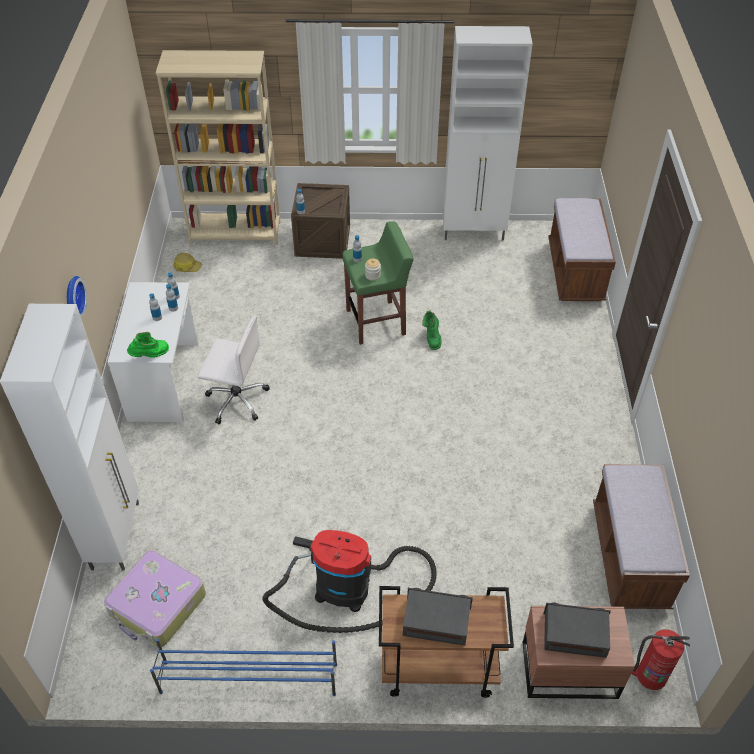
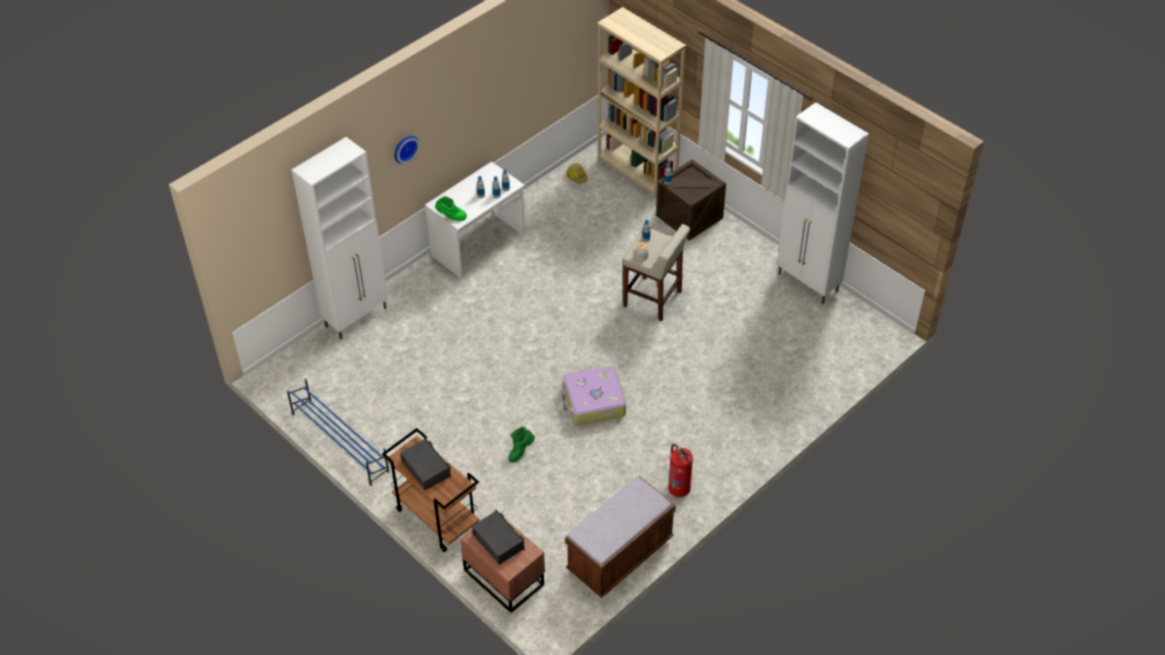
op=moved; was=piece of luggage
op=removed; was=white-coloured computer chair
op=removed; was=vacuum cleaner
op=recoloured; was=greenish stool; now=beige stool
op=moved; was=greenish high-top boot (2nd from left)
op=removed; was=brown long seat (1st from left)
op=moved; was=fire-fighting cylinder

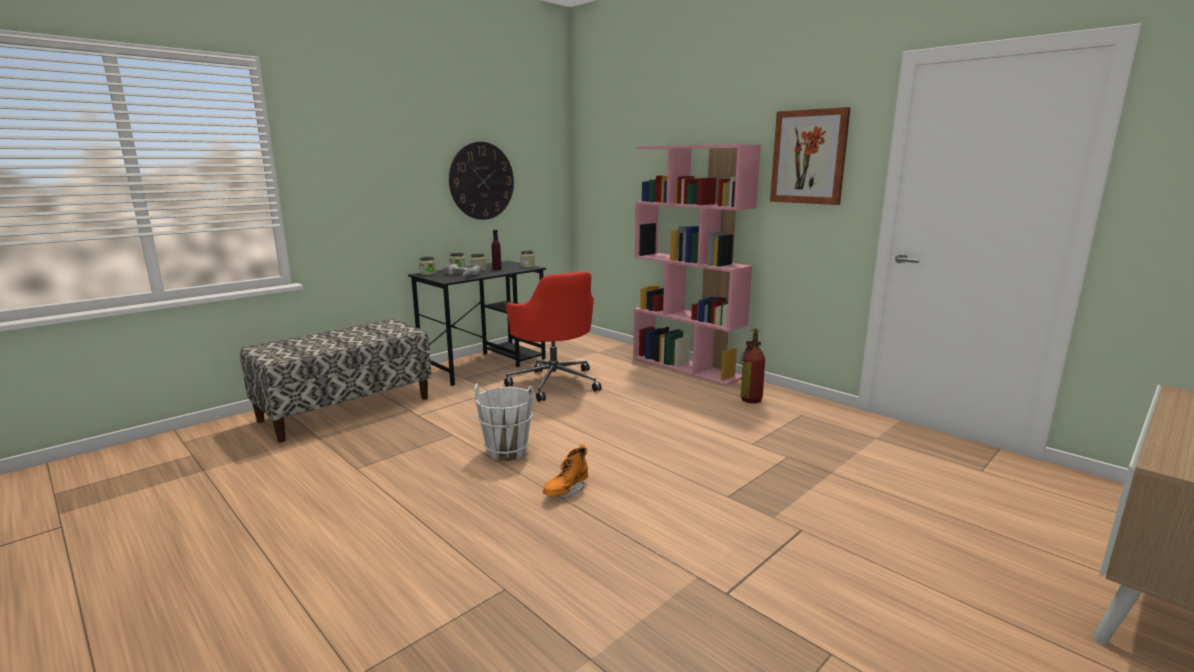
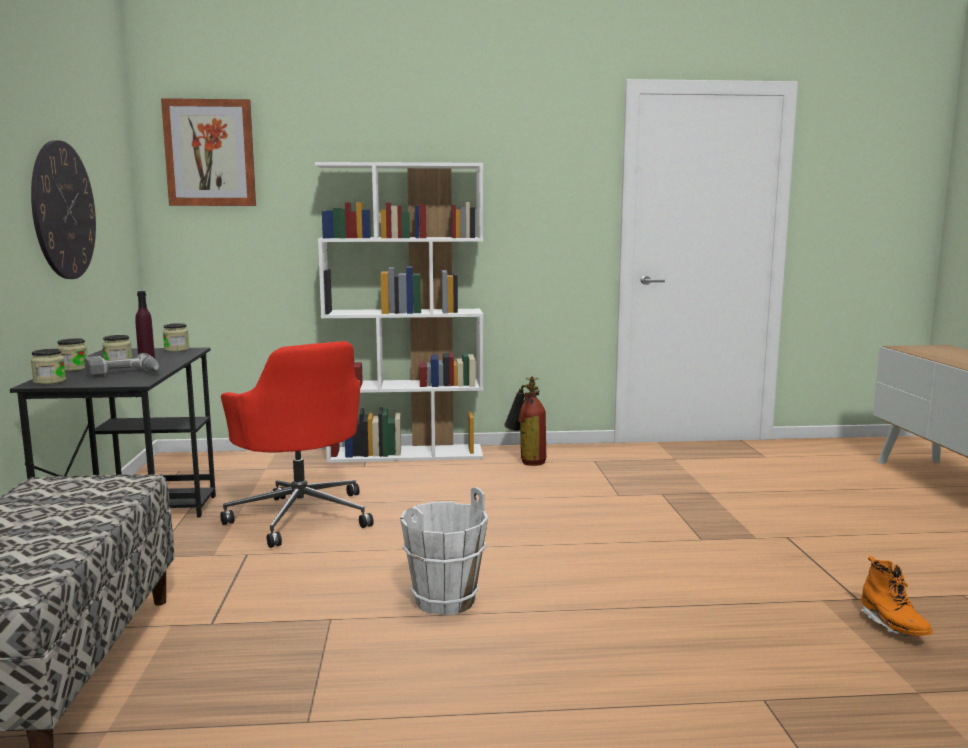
op=turned; was=red computer chair; clockwise=45
op=moved; was=orange-coloured high-top boot
op=recoloured; was=pink shelving unit; now=white-coloured shelving unit
op=moved; was=picture

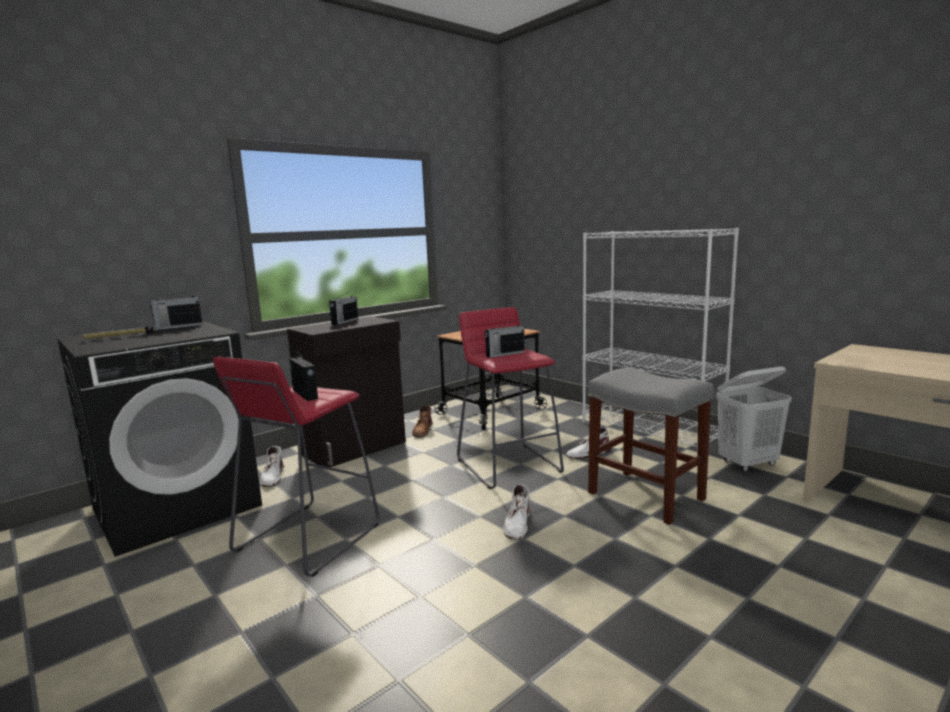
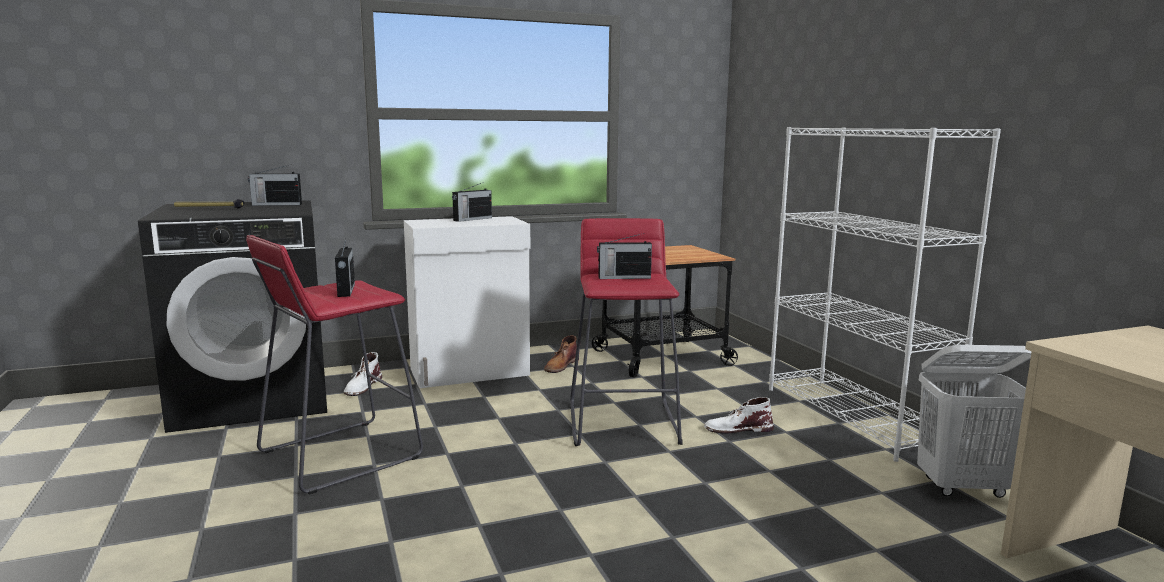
op=recoloured; was=black-coloured cabinet; now=white-coloured cabinet
op=removed; was=white-coloured high-top boot (2nd from left)
op=removed; was=greyish stool

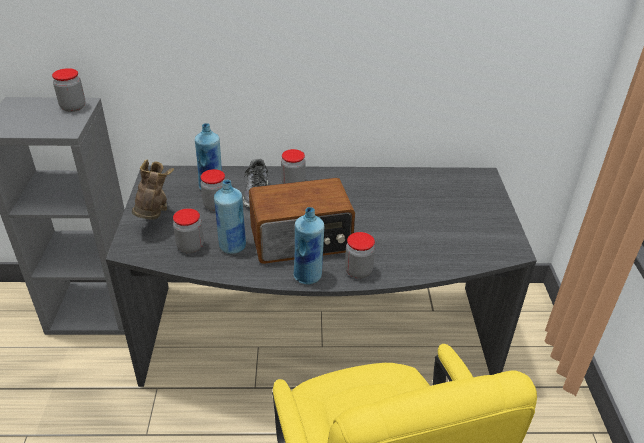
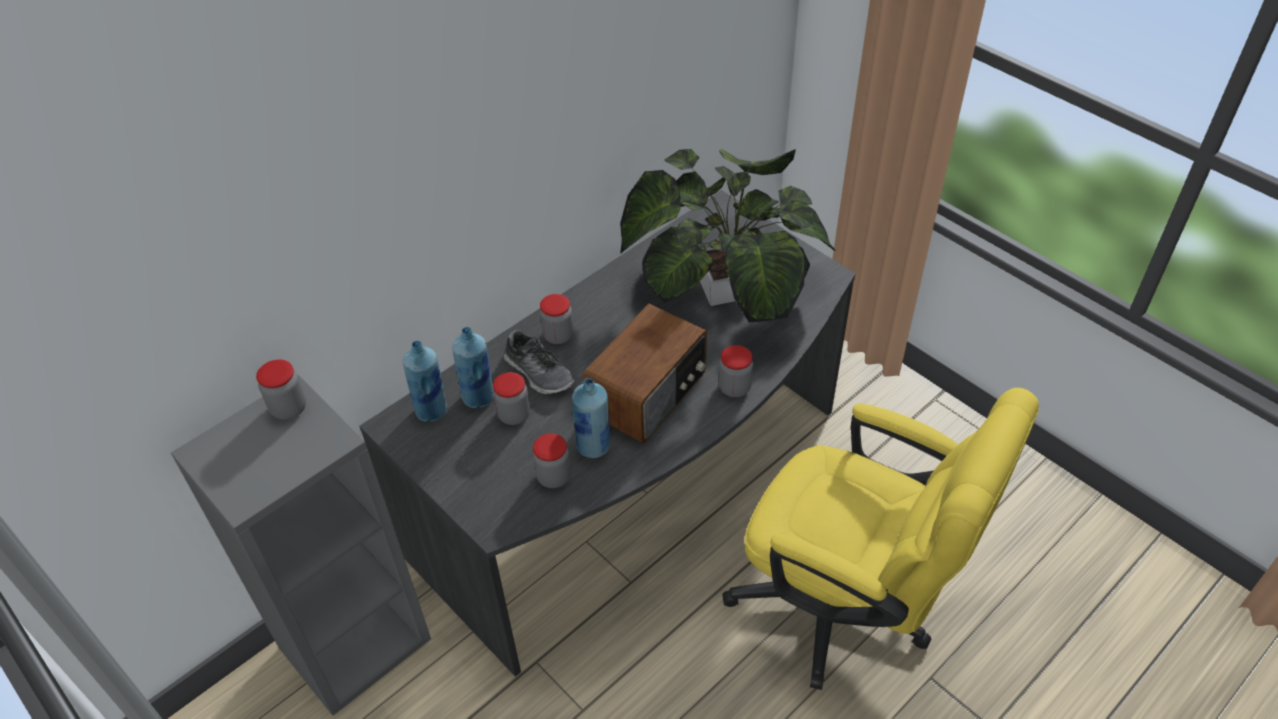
op=removed; was=brown high-top boot
op=moved; was=blue-coloured beverage bottle (3rd from left in the first image); now=blue-coloured beverage bottle (1st from left)
op=added; now=potted plant

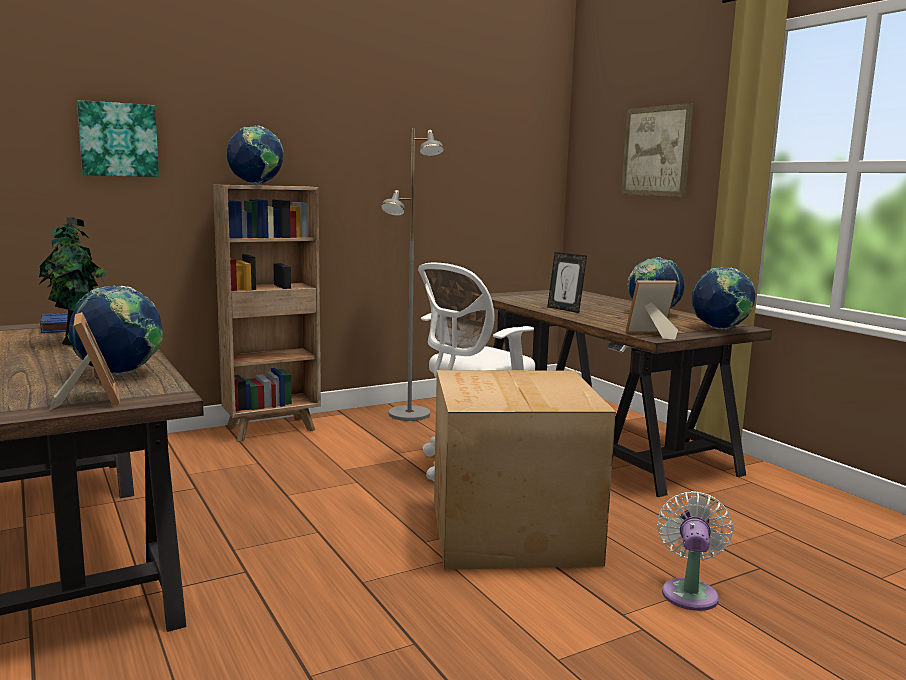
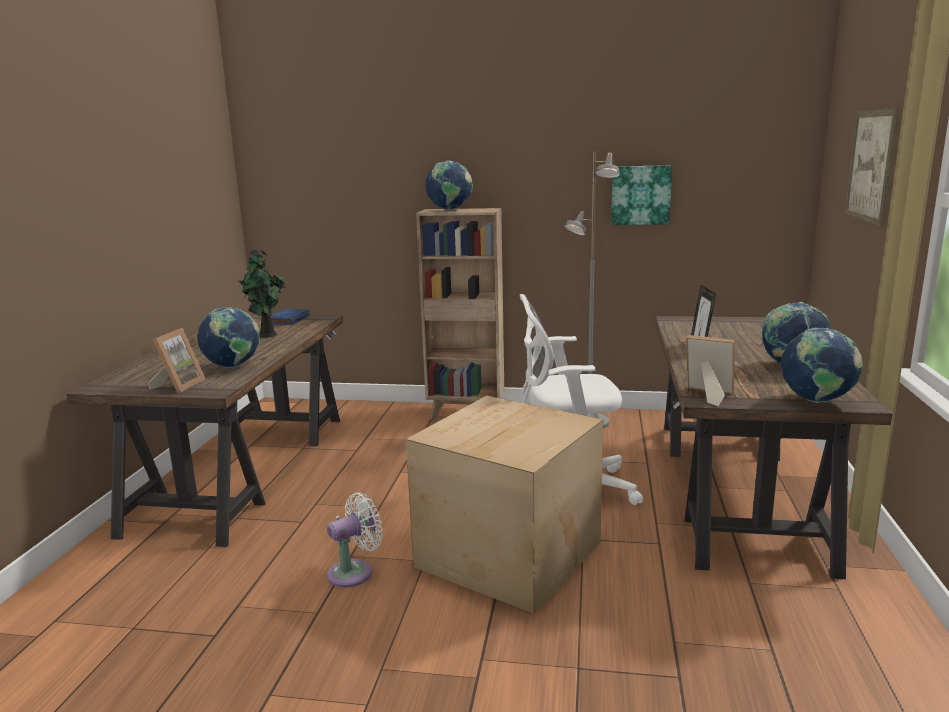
op=moved; was=picture (1st from left)
op=moved; was=white-coloured fan

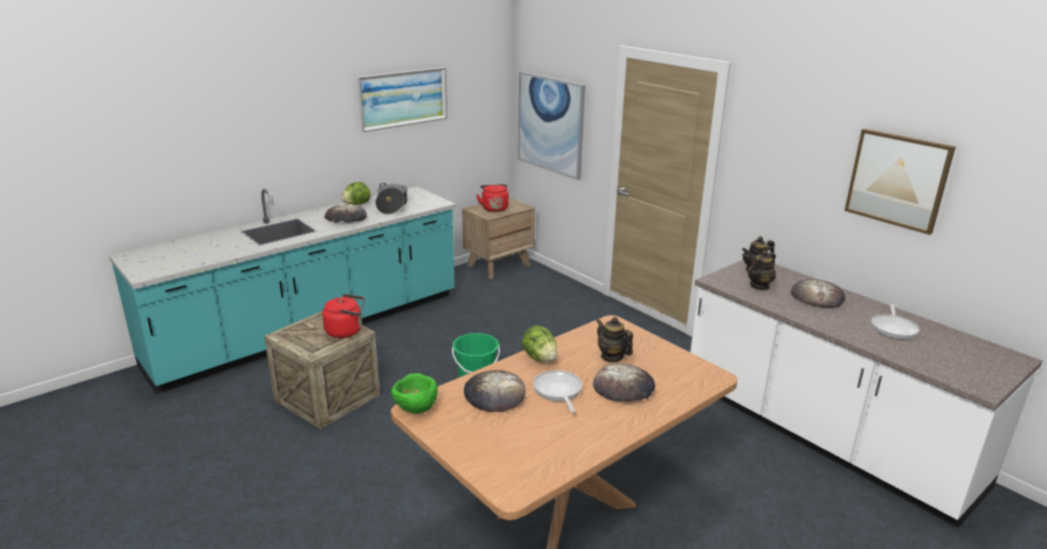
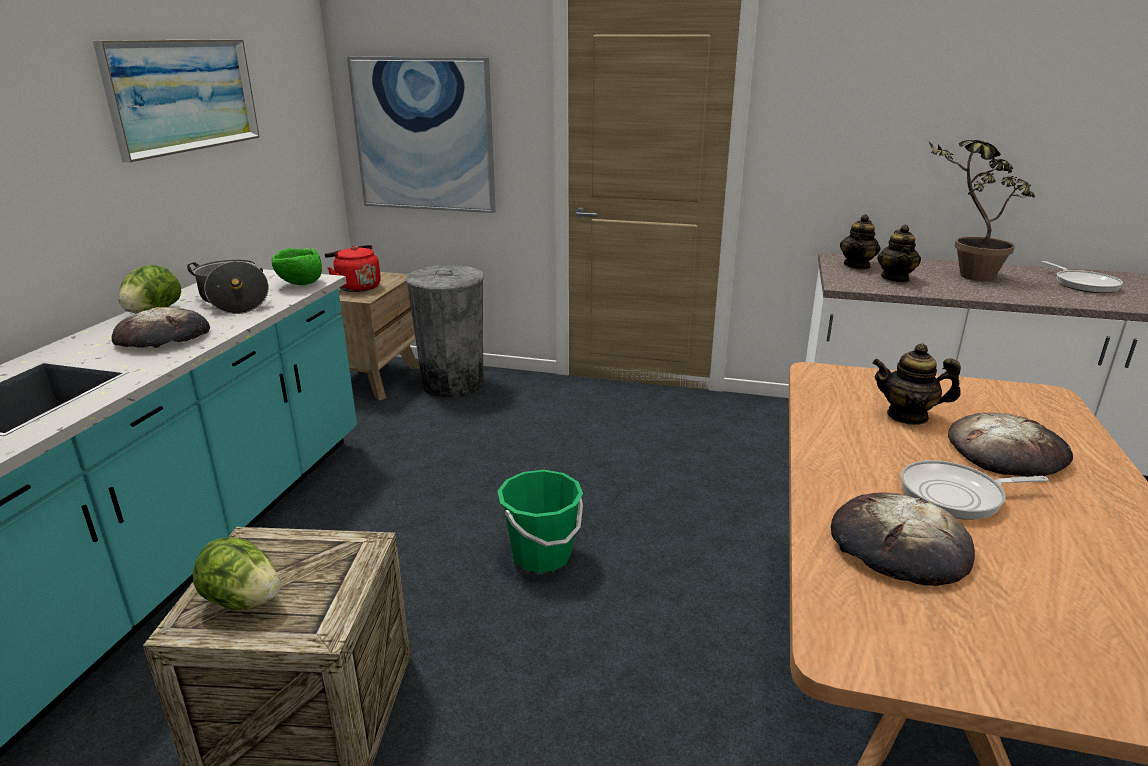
op=removed; was=red water kettle (1st from left)
op=moved; was=greenish deep dish
op=moved; was=head of lettuce (2nd from left)
op=turned; was=pan (1st from left); clockwise=-45
op=replaced; was=bread (4th from left); now=potted plant
op=removed; was=picture (3rd from left)
op=added; now=greyish trash can

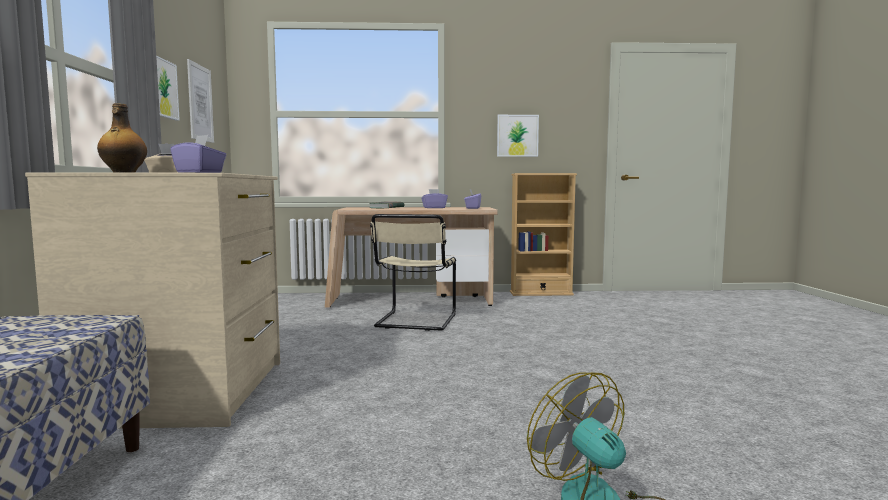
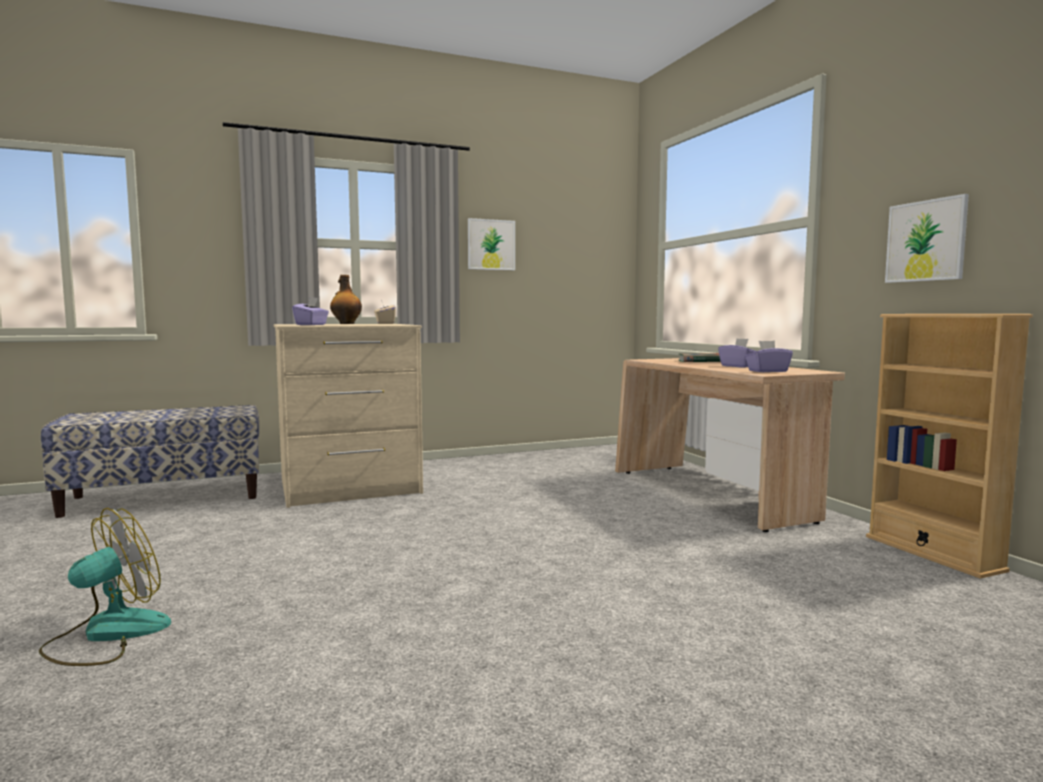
op=removed; was=picture (2nd from left)
op=removed; was=beige upright chair

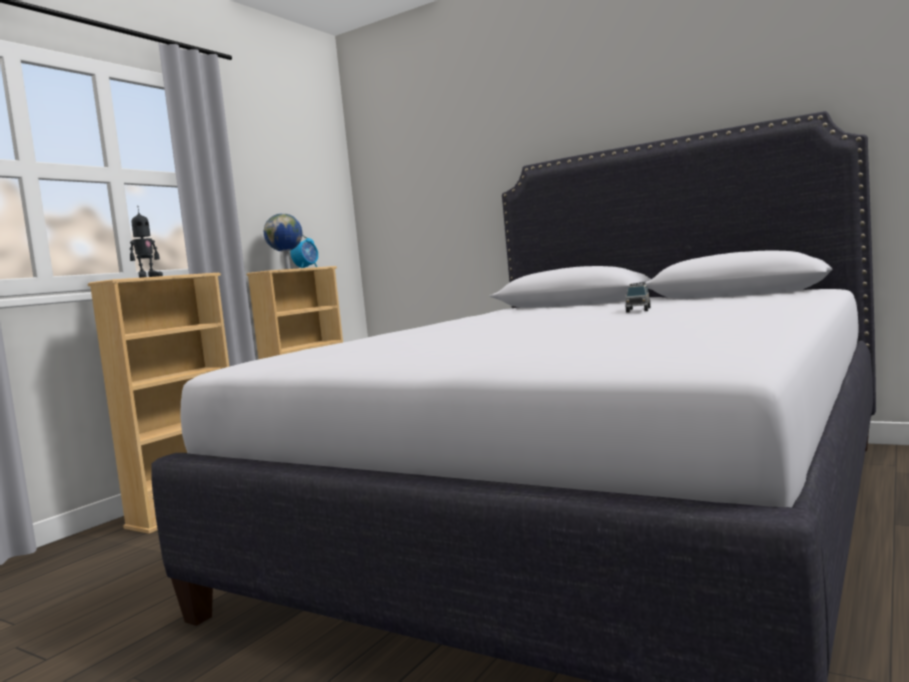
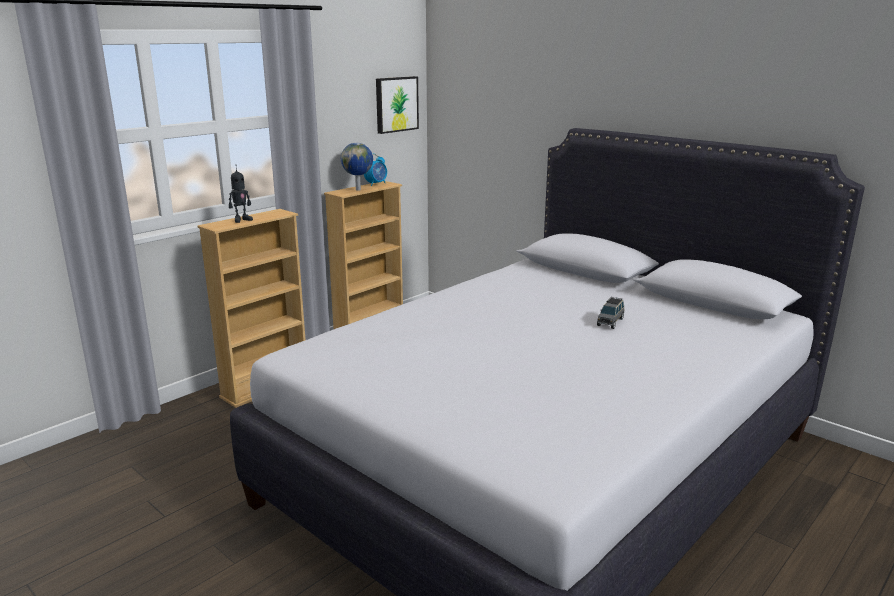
op=added; now=picture

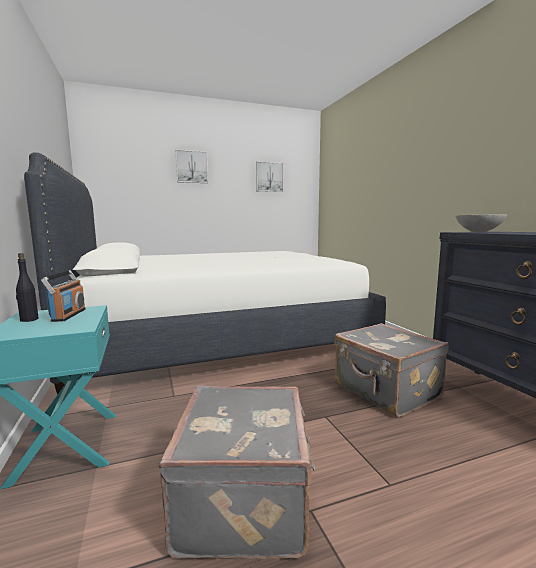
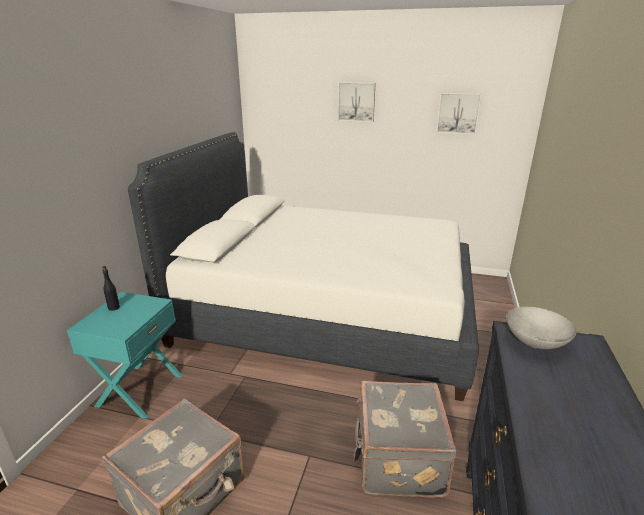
op=removed; was=radio receiver

